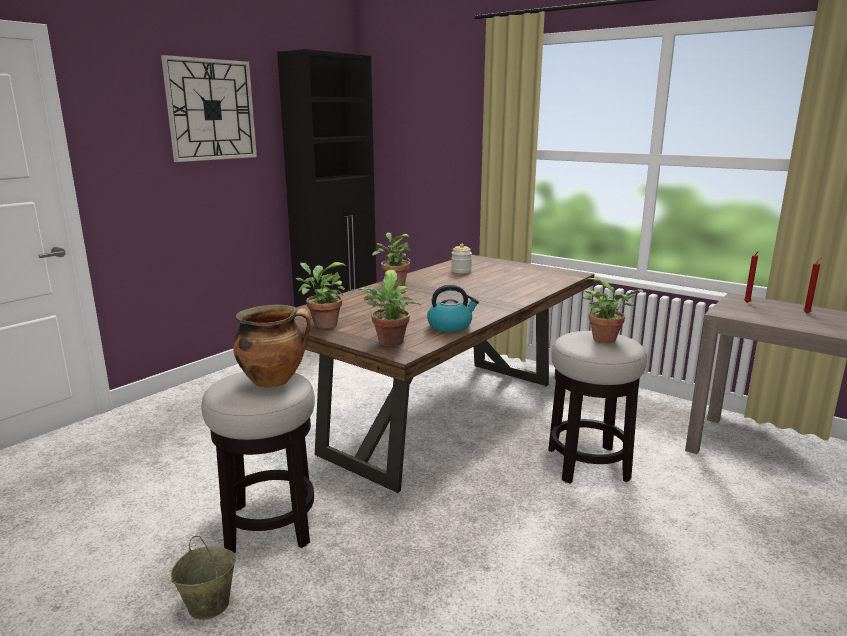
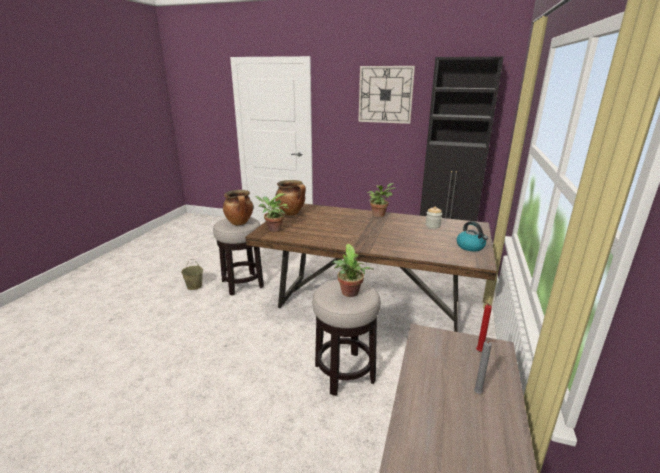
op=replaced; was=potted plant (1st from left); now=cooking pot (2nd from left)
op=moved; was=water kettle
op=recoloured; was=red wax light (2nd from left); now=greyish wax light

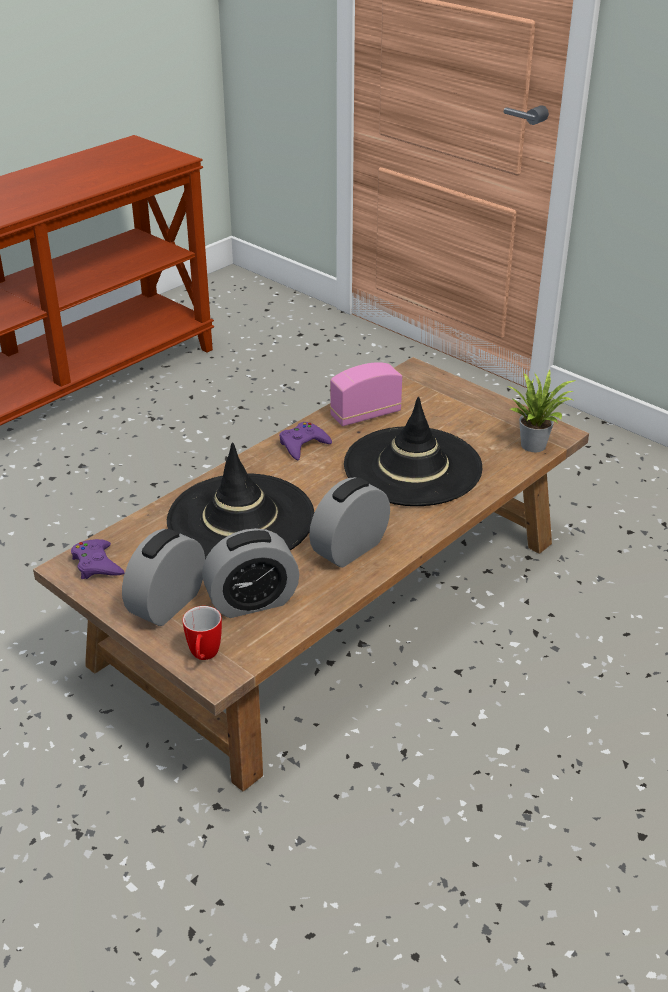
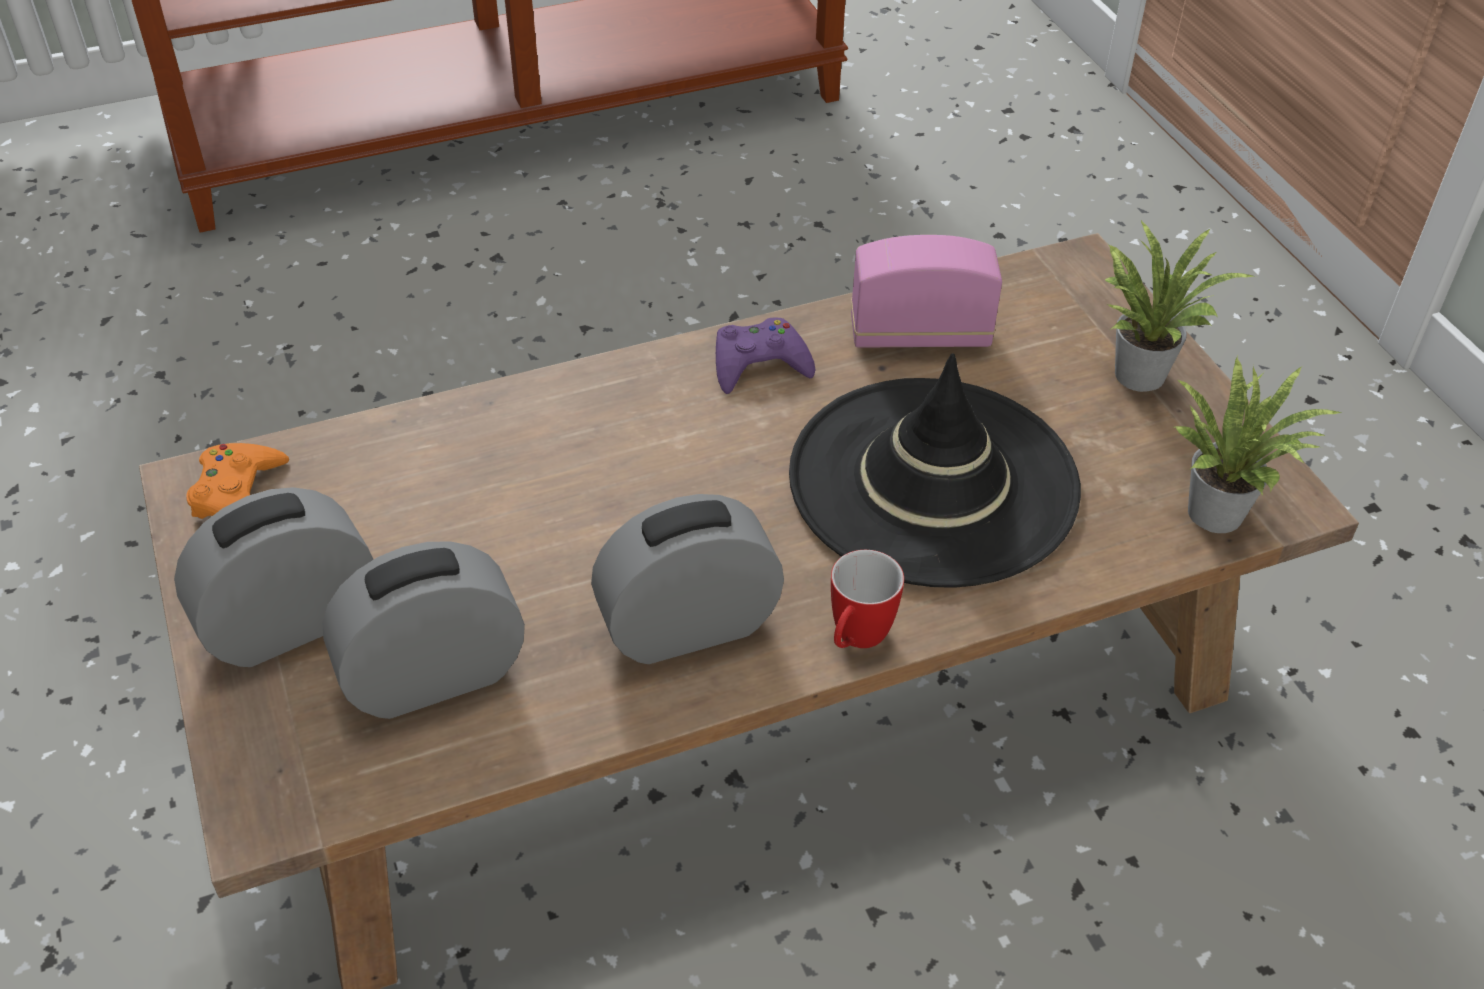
op=recoloured; was=purplish game controller (1st from left); now=orange-coloured game controller
op=removed; was=black-coloured clothing hat (1st from left)
op=moved; was=tea mug
op=turned; was=alarm clock (2nd from left); clockwise=150
op=added; now=potted plant (1st from left)

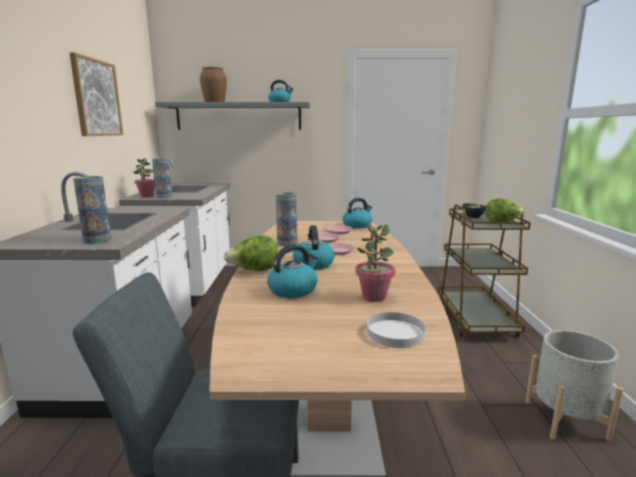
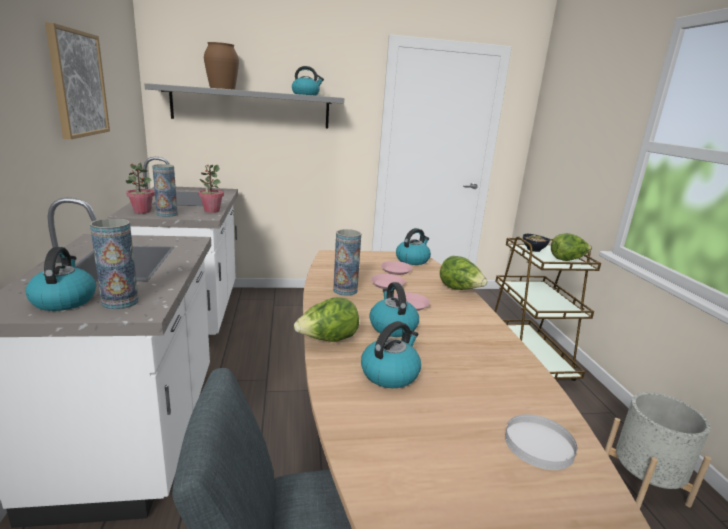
op=moved; was=potted plant (2nd from left)
op=added; now=water kettle (1st from left)
op=added; now=head of lettuce (2nd from left)

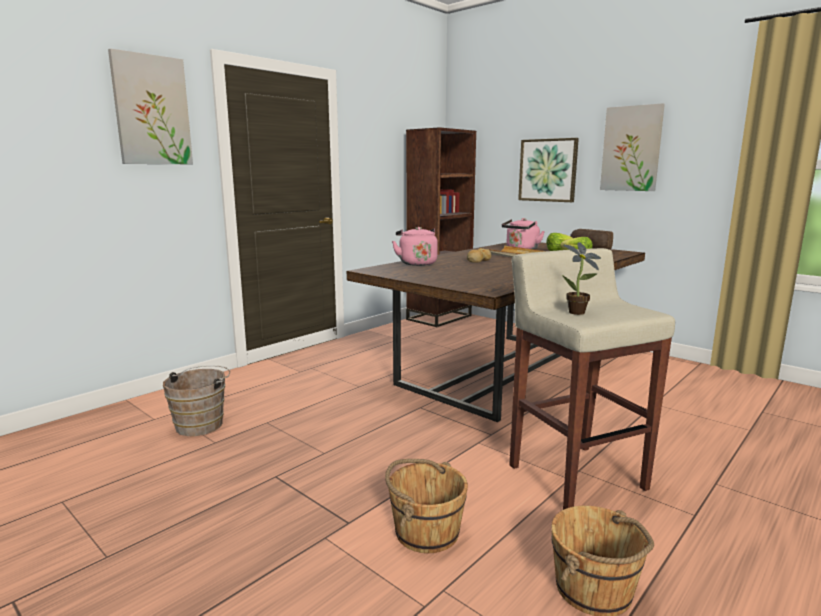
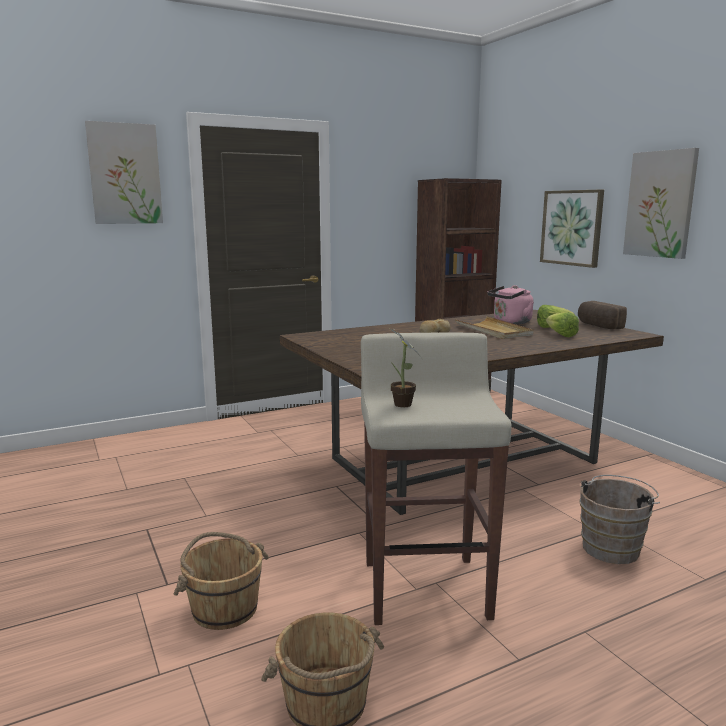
op=moved; was=brown bucket (1st from left in the first image); now=brown bucket (3rd from left)
op=removed; was=pink water kettle (1st from left)

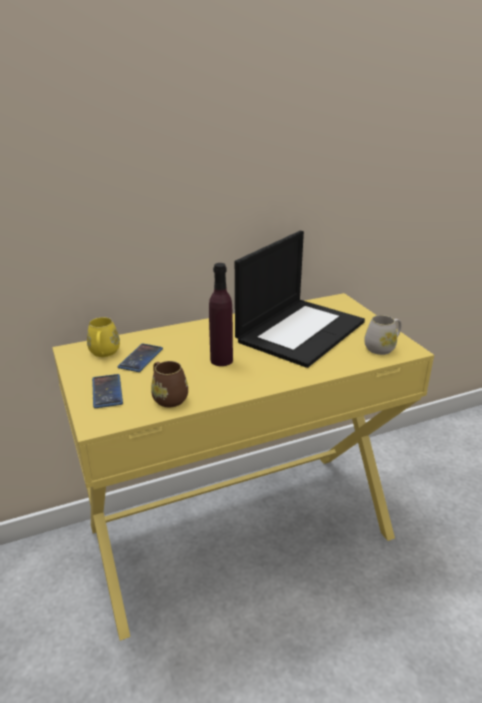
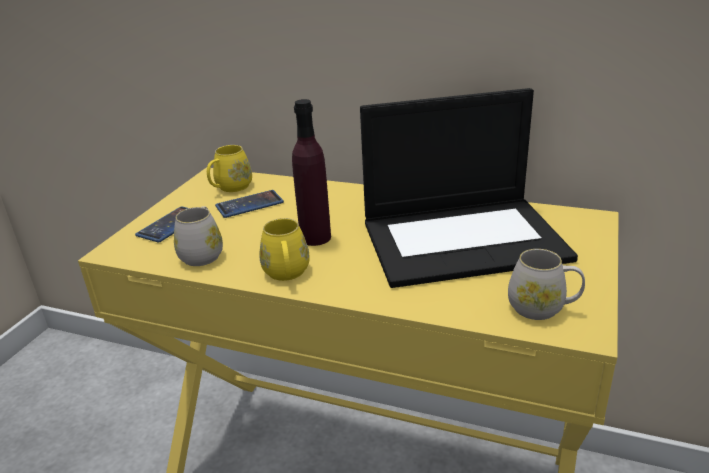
op=recoloured; was=brown tea mug; now=white-coloured tea mug (1st from left)
op=added; now=yellowish tea mug (2nd from left)

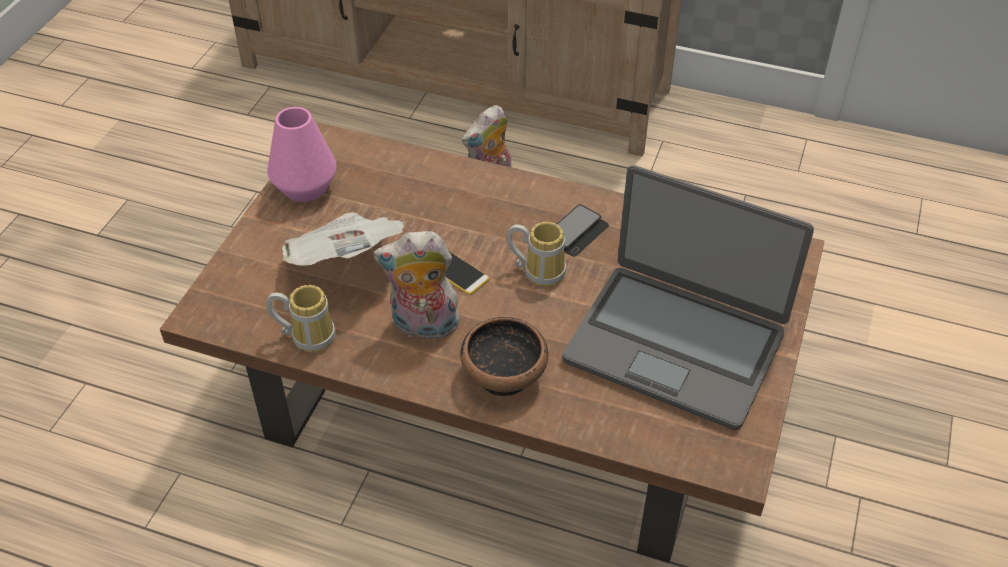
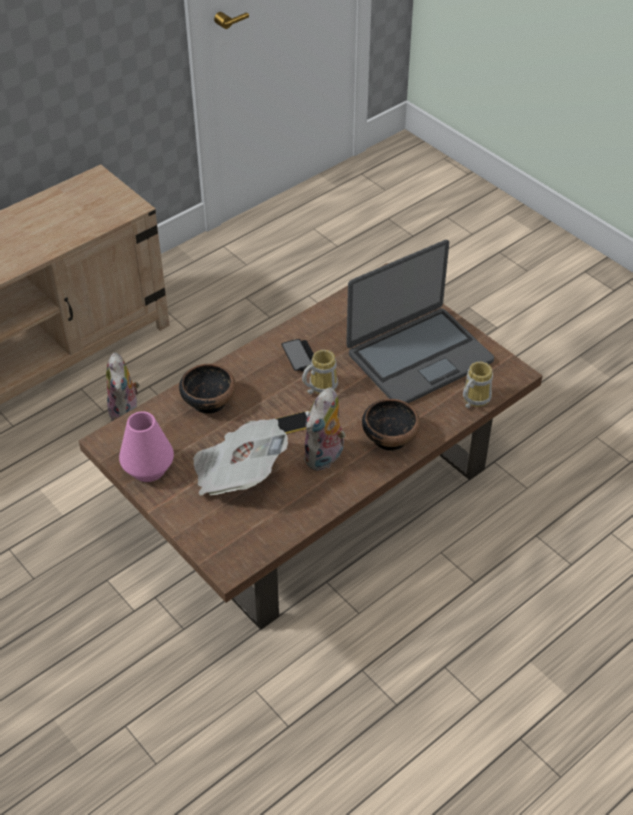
op=moved; was=tea mug (1st from left in the first image); now=tea mug (2nd from left)
op=added; now=deep dish (1st from left)

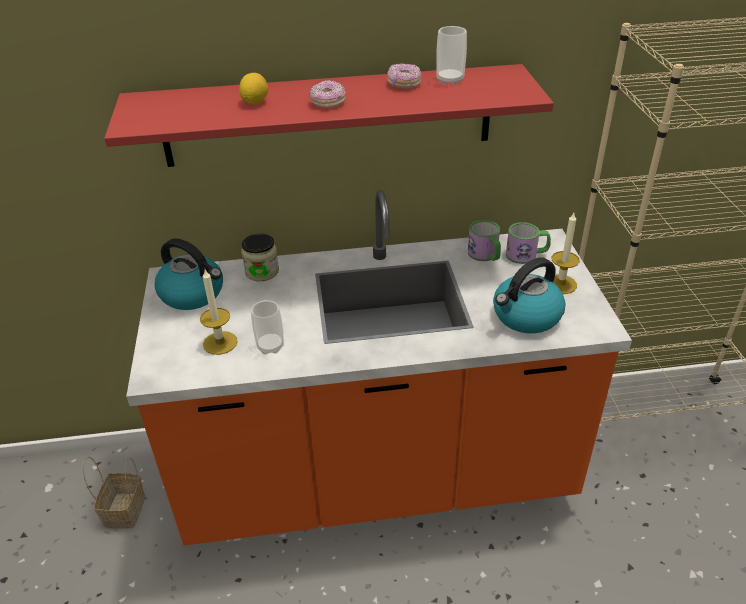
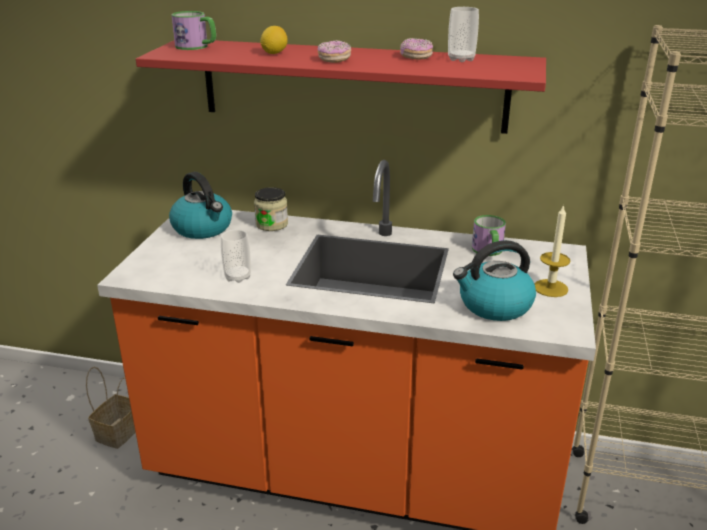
op=removed; was=wax light (1st from left)
op=moved; was=tea mug (2nd from left in the first image); now=tea mug (1st from left)

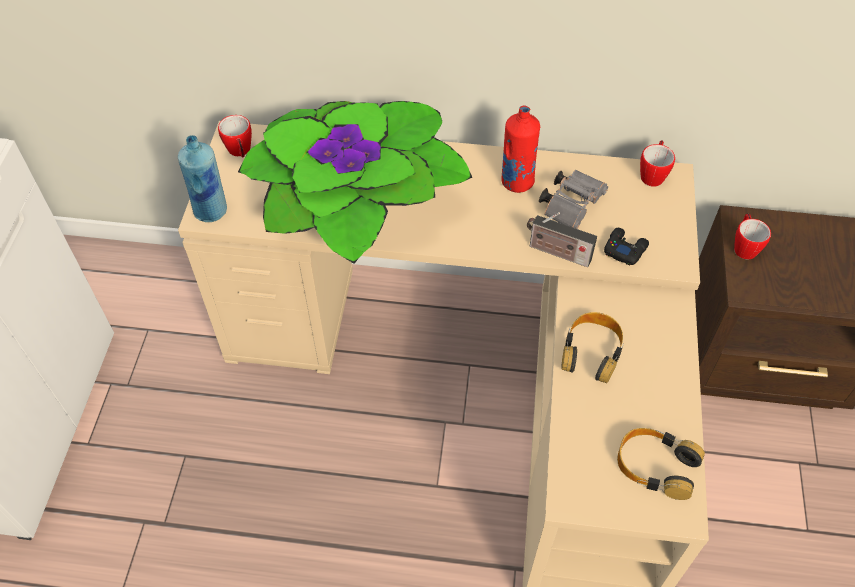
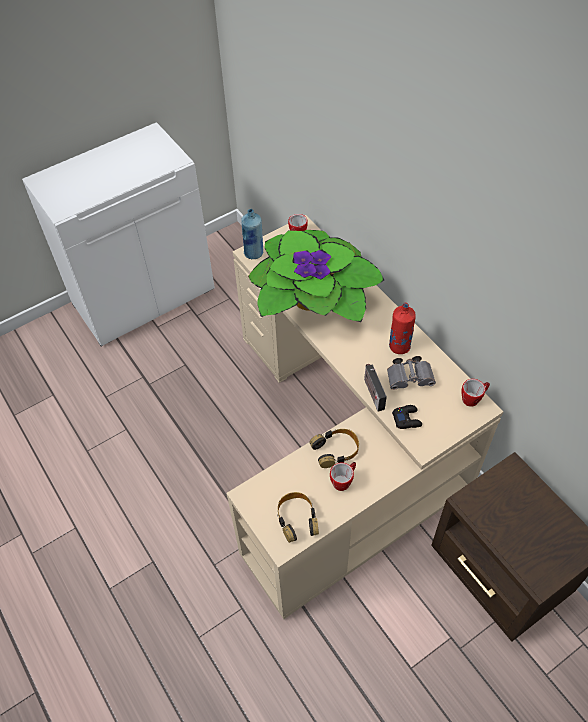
op=moved; was=tea mug (3rd from left in the first image); now=tea mug (2nd from left)

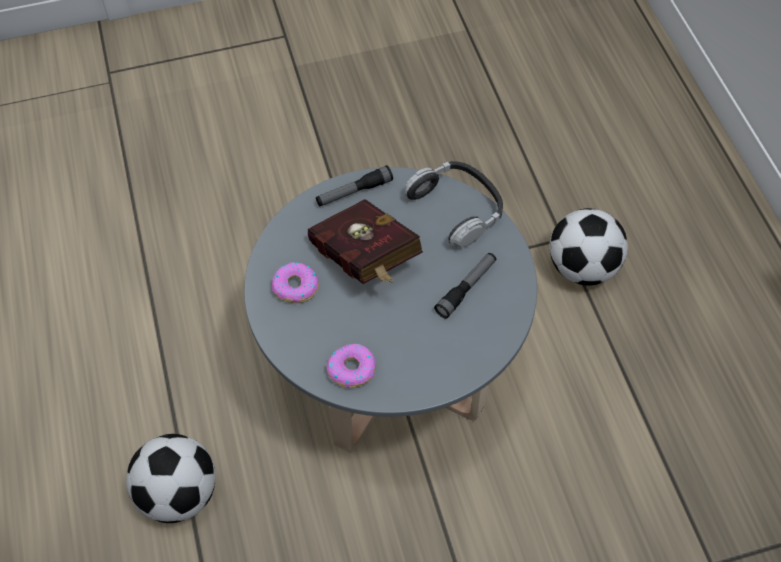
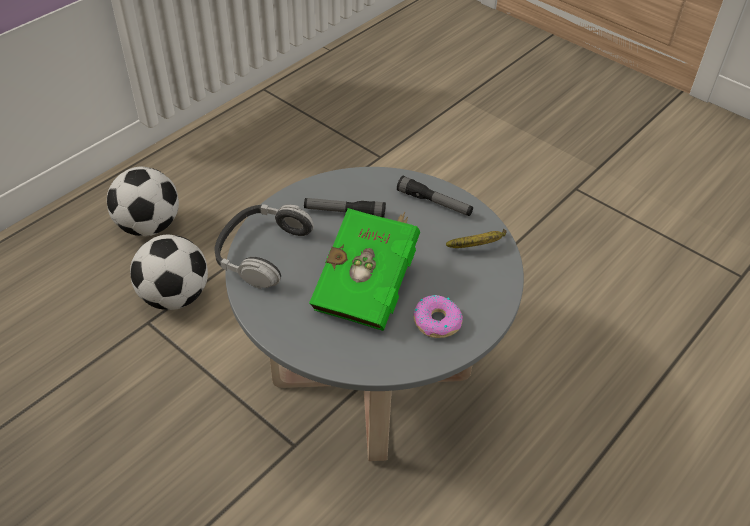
op=moved; was=football ball (1st from left)
op=recoloured; was=red volume; now=greenish volume
op=moved; was=torch (1st from left in the first image); now=torch (2nd from left)
op=replaced; was=doughnut (2nd from left); now=whole banana

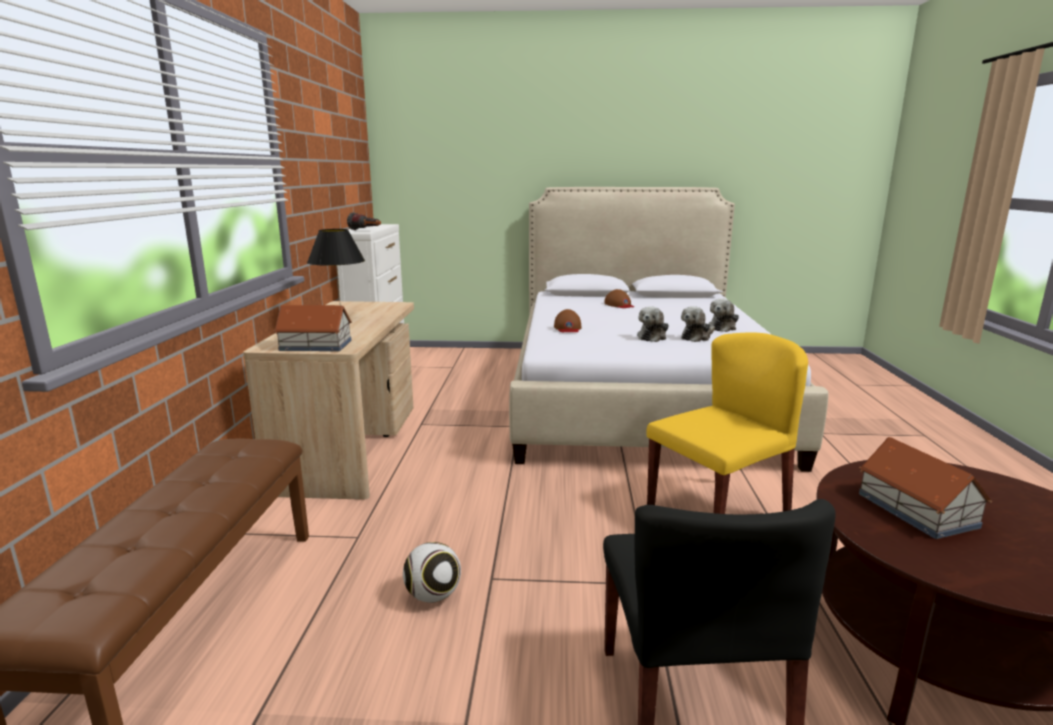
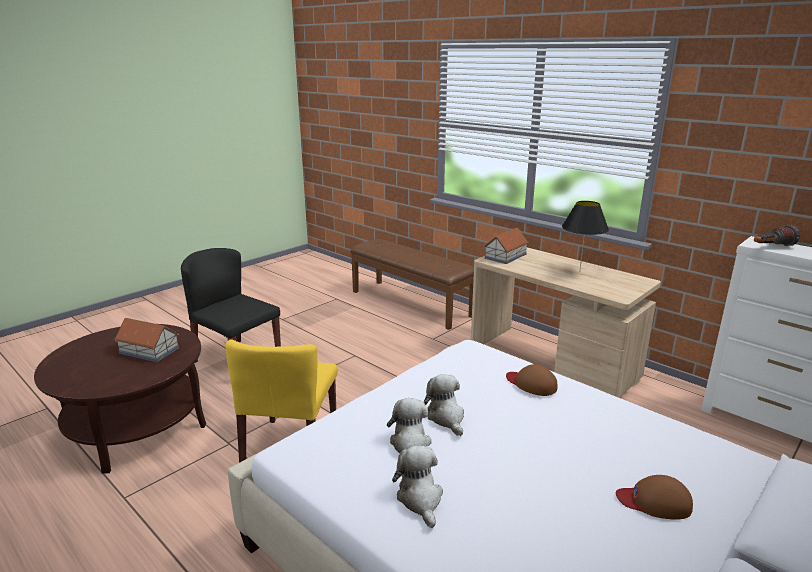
op=removed; was=football ball

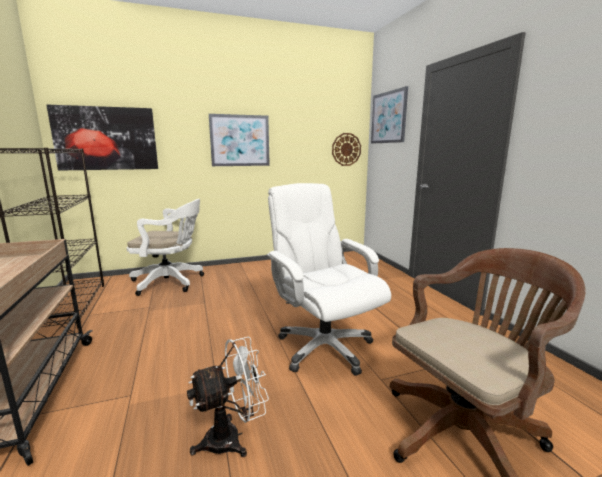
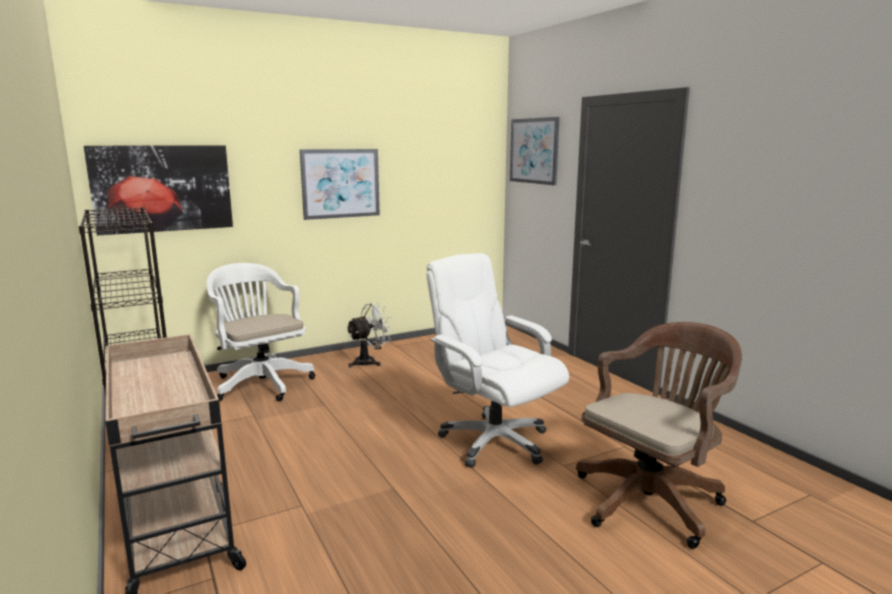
op=turned; was=white-coloured computer chair (1st from left); clockwise=-120
op=moved; was=white-coloured fan
op=removed; was=clock on the wall

